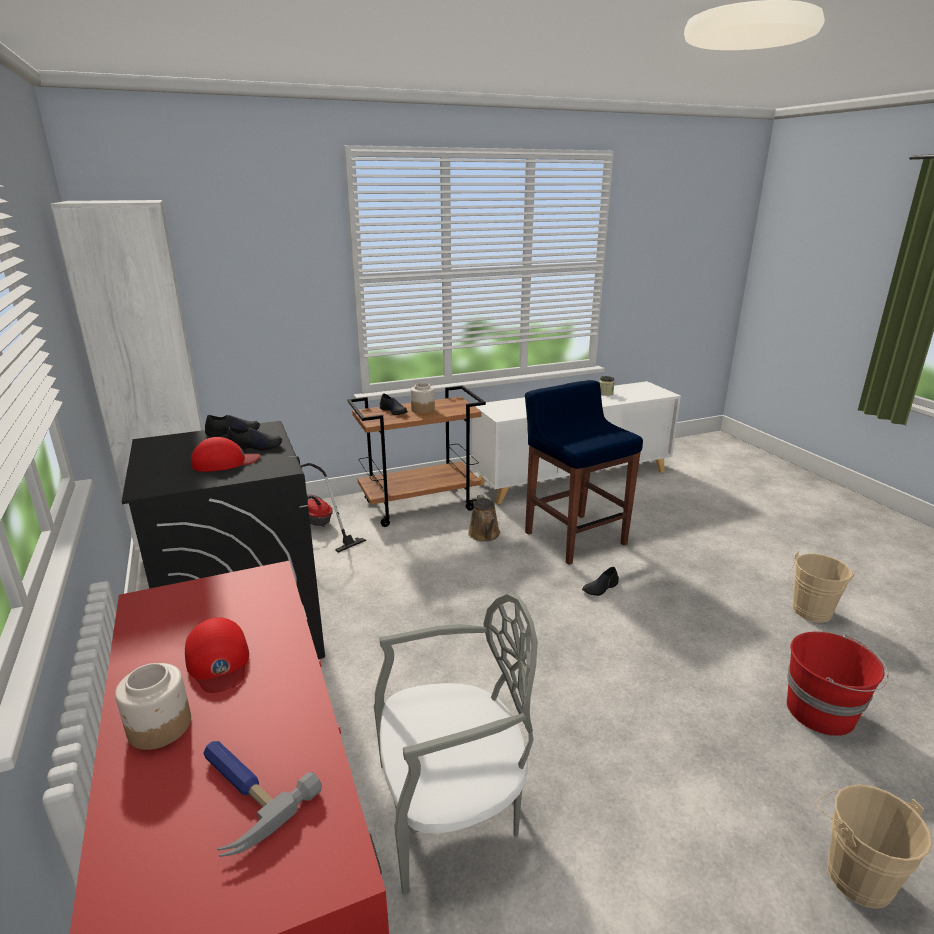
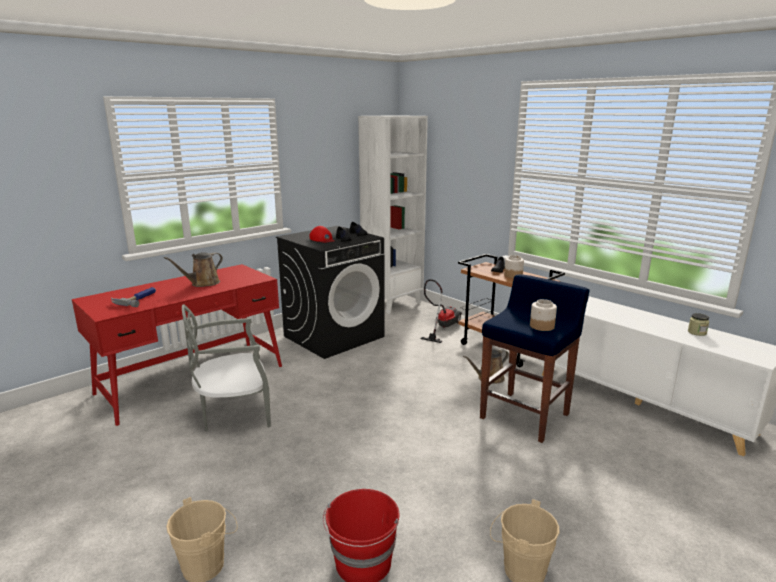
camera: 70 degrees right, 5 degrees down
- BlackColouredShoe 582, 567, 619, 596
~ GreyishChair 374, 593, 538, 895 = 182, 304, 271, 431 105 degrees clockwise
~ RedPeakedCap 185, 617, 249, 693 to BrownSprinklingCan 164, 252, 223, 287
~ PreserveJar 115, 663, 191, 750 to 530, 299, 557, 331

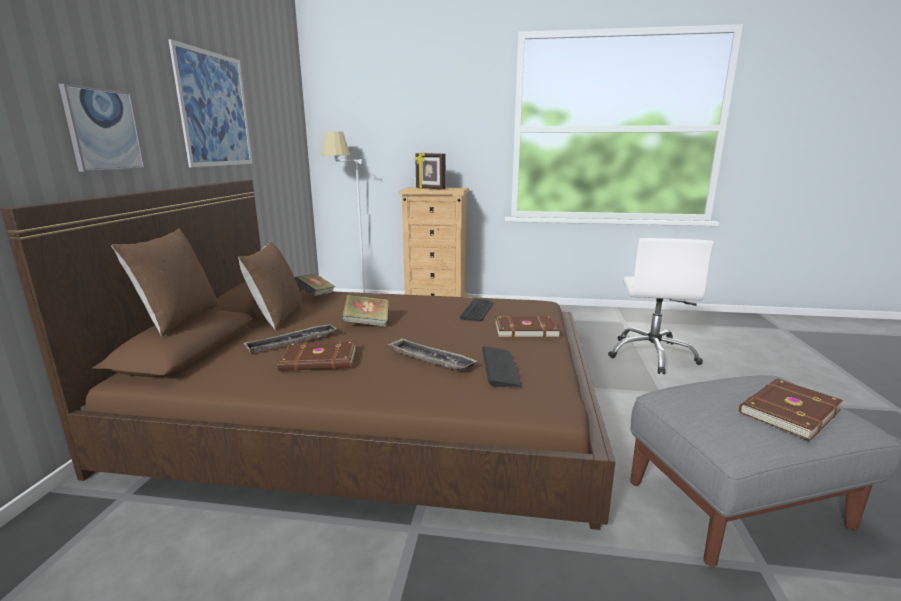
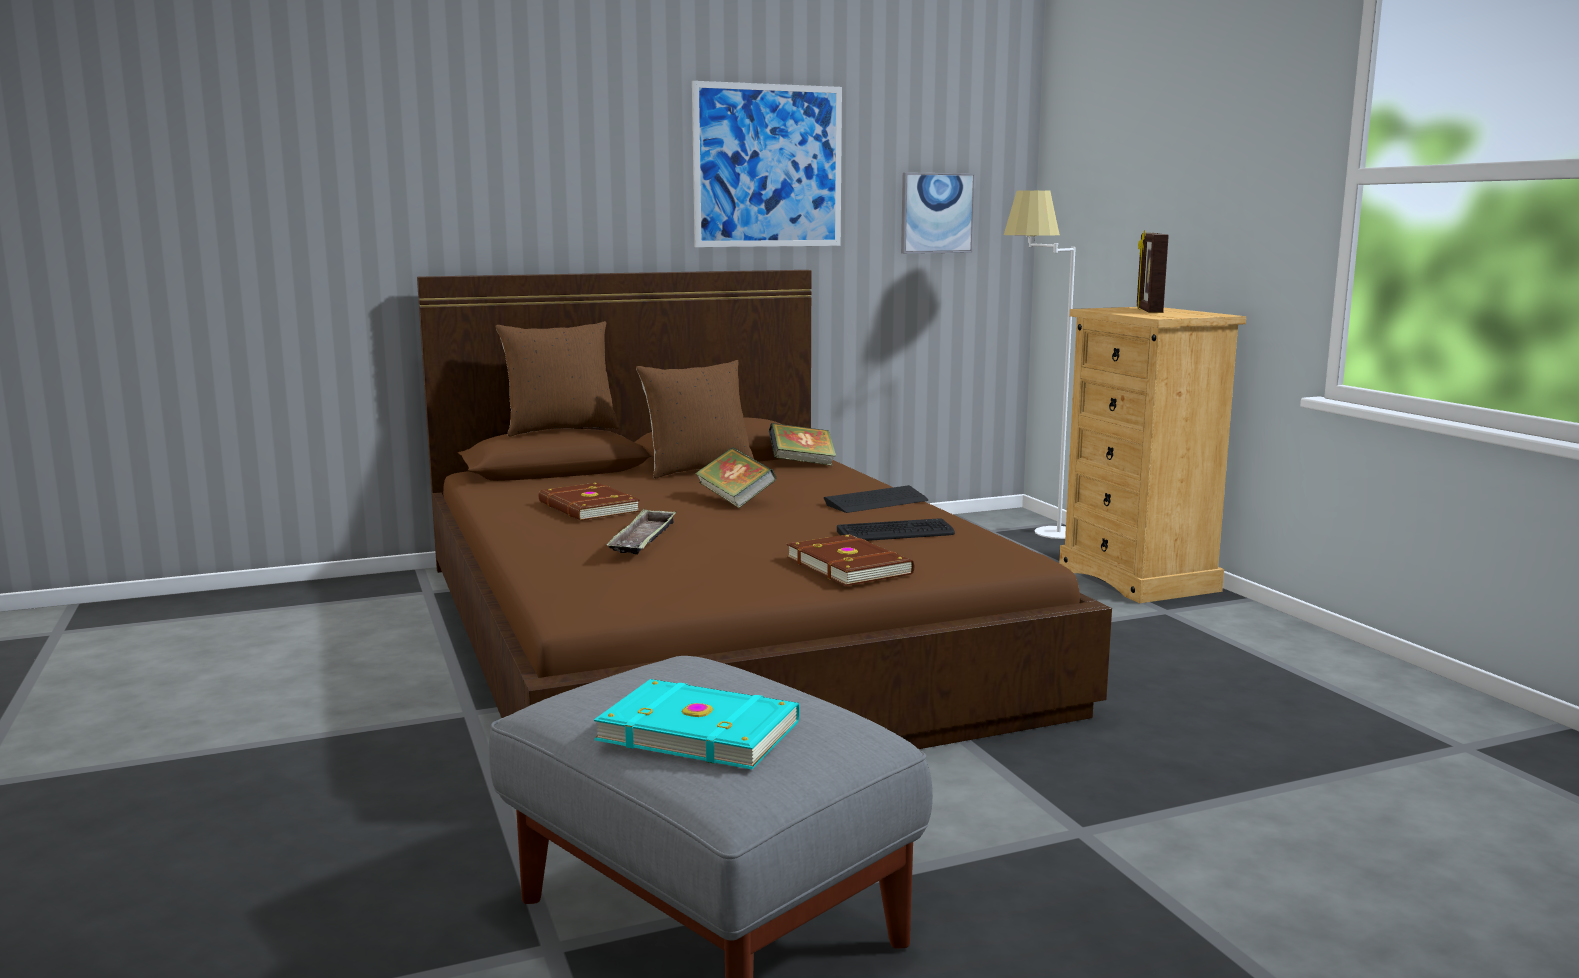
camera: 60 degrees right, 5 degrees down
~ WallPicture 59, 84, 144, 172 to 901, 172, 975, 254
- WhiteOfficeChair 608, 238, 714, 374
- CarryingTray 243, 324, 337, 354
~ PcKeyboard 482, 346, 522, 387 to 824, 485, 928, 513
~ BrownBoundBook 739, 379, 843, 441 to BlueGreenBoundBook 594, 679, 800, 769

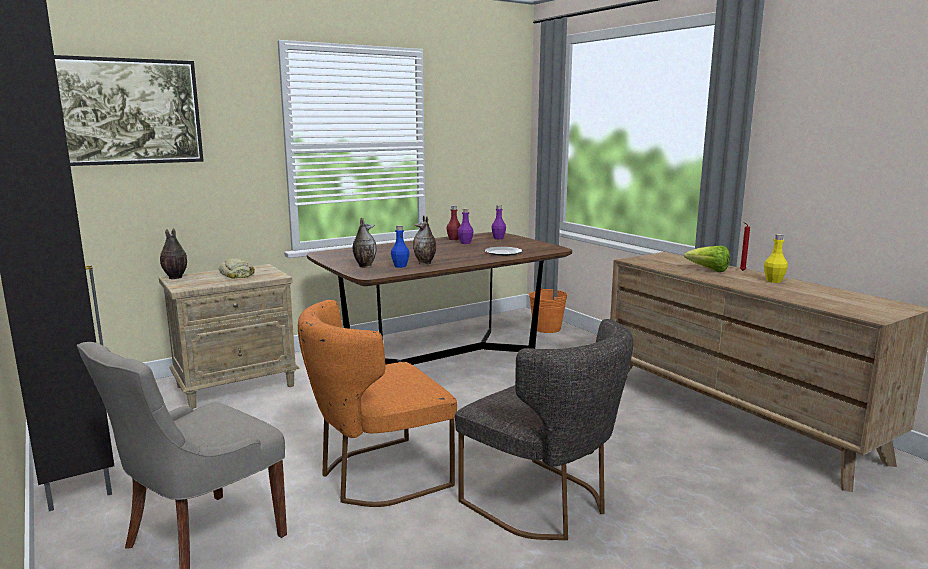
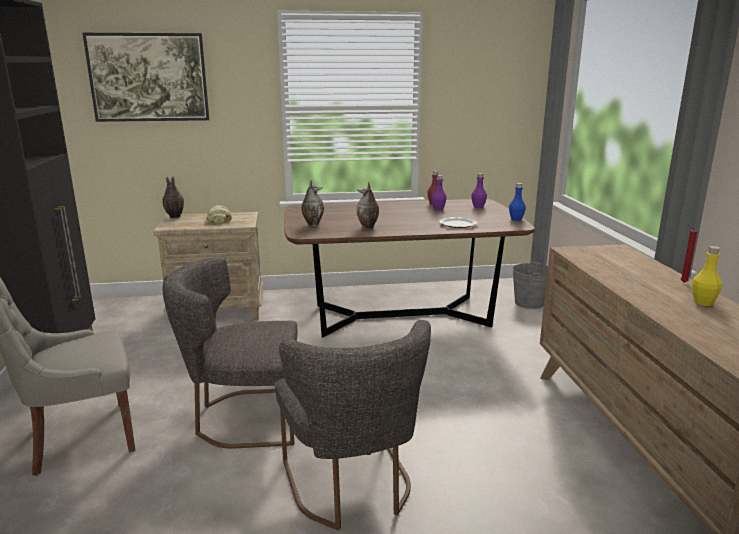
camera: 25 degrees right, 5 degrees up
~ BluishBottle 391, 225, 409, 268 to 509, 183, 526, 221
- HeadOfLettuce 684, 246, 730, 272
~ OrangeyPail 529, 288, 567, 333 to GreyishPail 512, 261, 548, 309
~ OrangeyChair 298, 300, 457, 507 to GreyishChair 162, 257, 297, 449

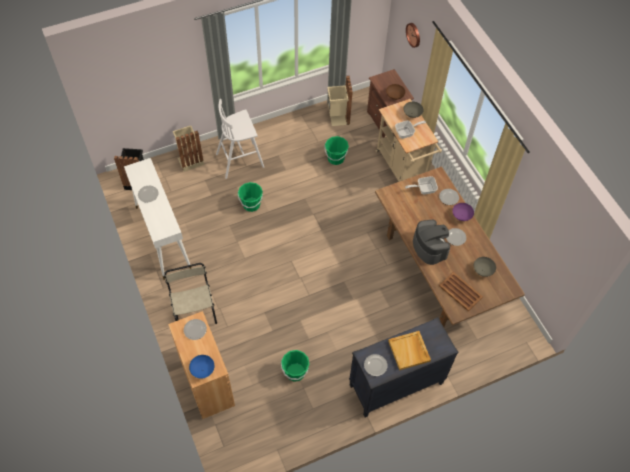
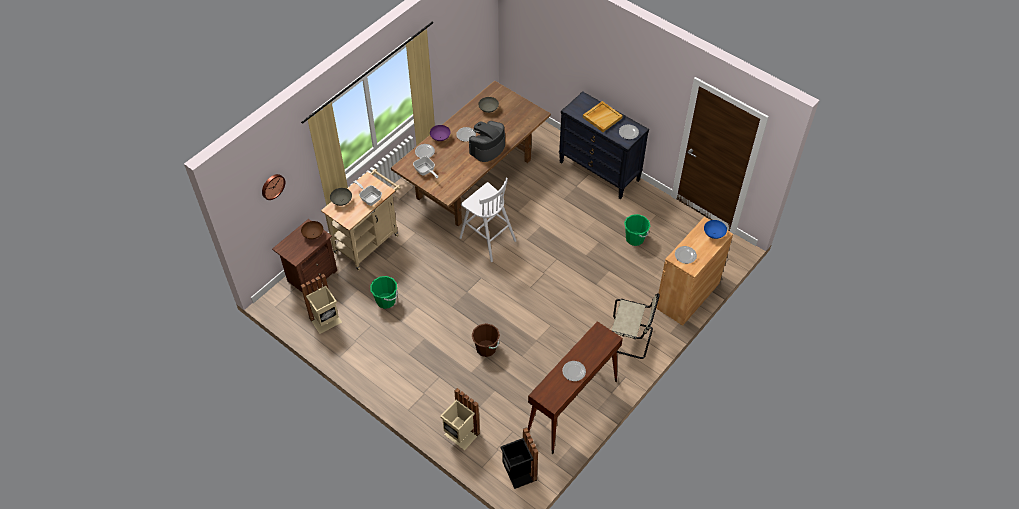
camera: 115 degrees left, 5 degrees down
~ WhiteStool 216, 99, 264, 179 to 460, 178, 516, 262
~ WhiteConsoleTable 124, 158, 191, 280 to BrownConsoleTable 527, 321, 623, 454
~ GreenishPail 238, 182, 263, 212 to BrownPail 472, 323, 500, 357
~ BeigeChair 164, 263, 217, 324 = 611, 293, 660, 359 120 degrees counterclockwise
- BrownCarryingTray 439, 272, 483, 311

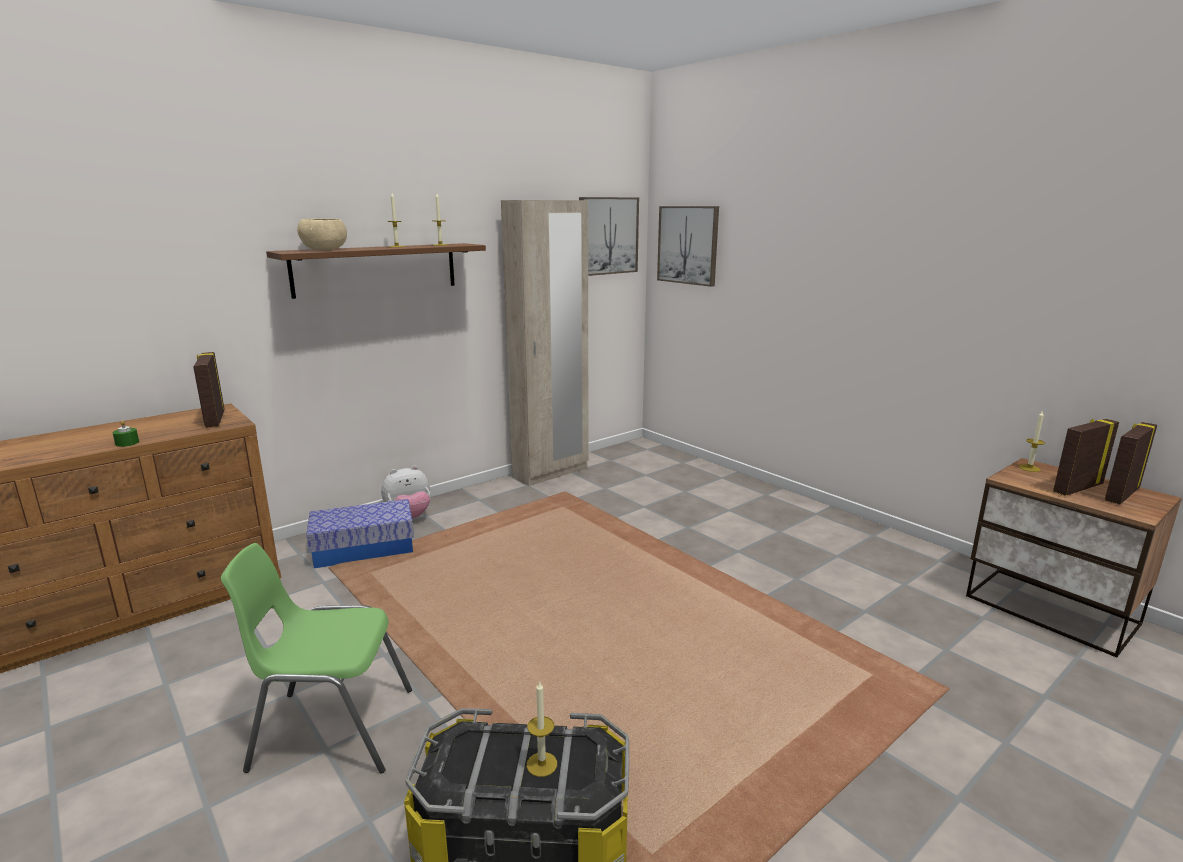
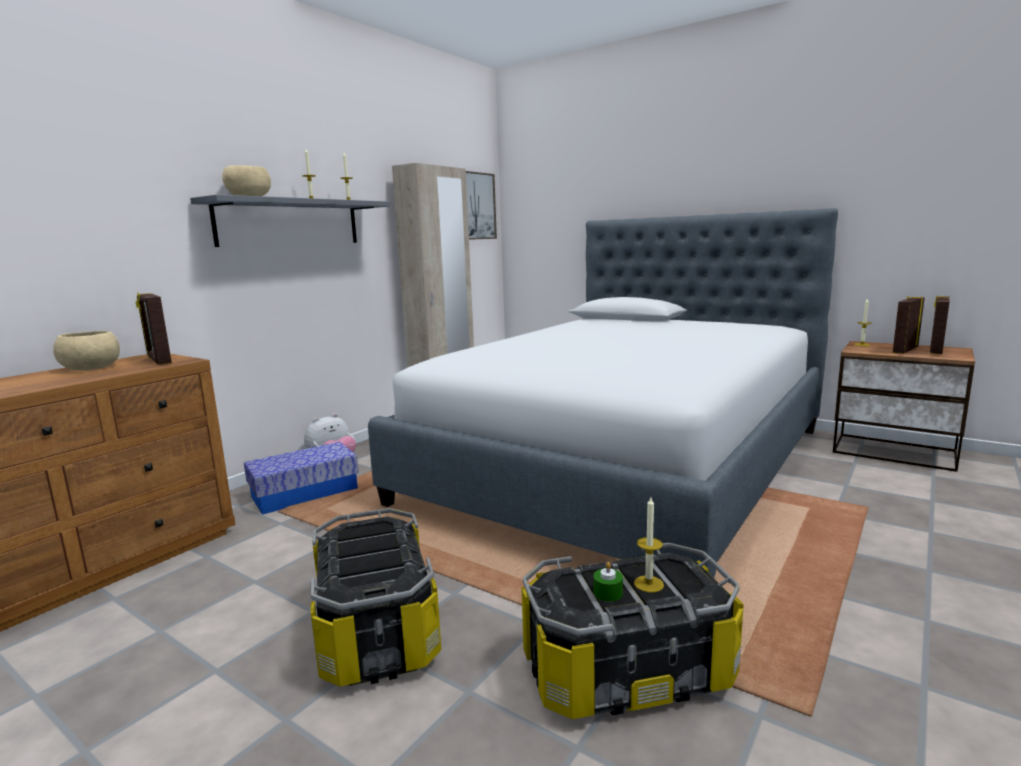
camera: 15 degrees left, 5 degrees down
- WallPicture 657, 206, 719, 287
~ BrownShelf 266, 243, 486, 299 to GreyishShelf 190, 194, 390, 247
~ GreenishCandle 113, 420, 139, 447 to 594, 562, 623, 602
~ GreenishChair 221, 543, 412, 774 to StorageBin 311, 508, 441, 687
+ Bed 368, 208, 838, 578
+ BeigeServingBowl 53, 331, 120, 370

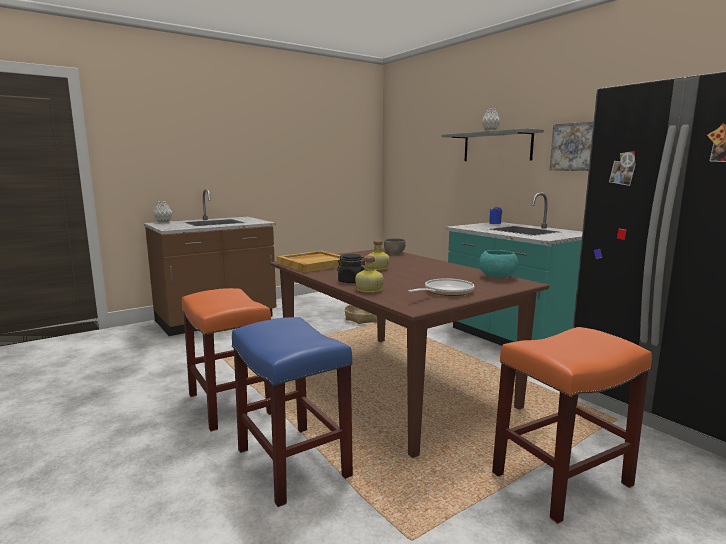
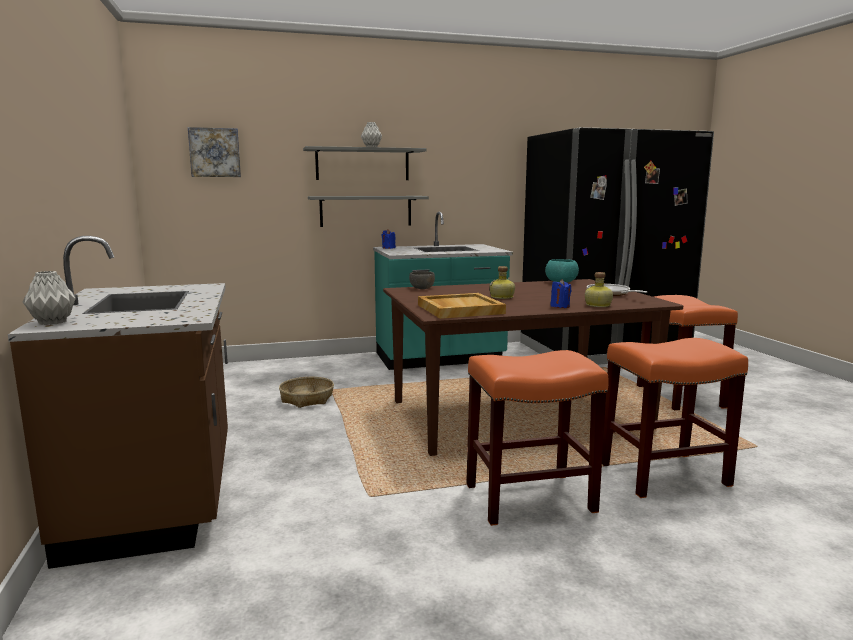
camera: 70 degrees left, 0 degrees up
~ WallPicture 550, 121, 594, 171 to 188, 127, 241, 177
~ BlackColouredPreserveJar 337, 254, 365, 283 to BluishCandle 551, 279, 572, 308
~ BluishStool 232, 317, 353, 507 to OrangeyStool 602, 338, 748, 498
+ GreyishShelf 308, 196, 429, 227

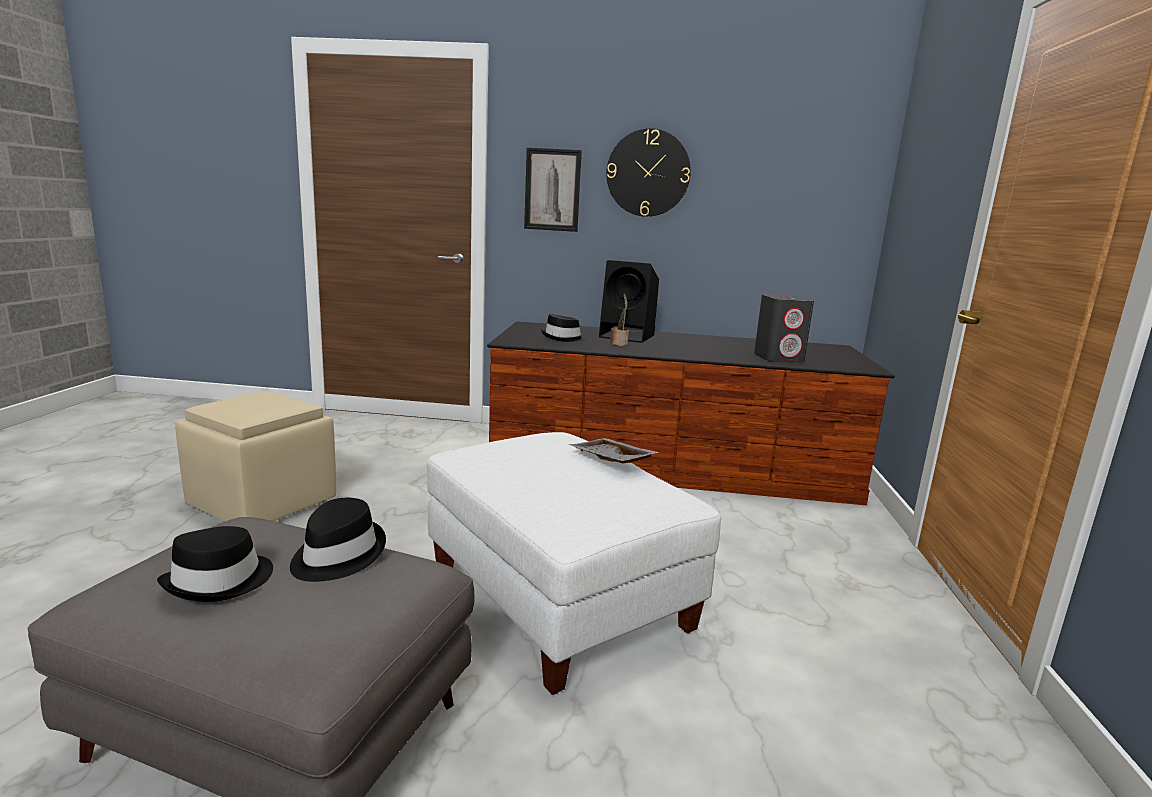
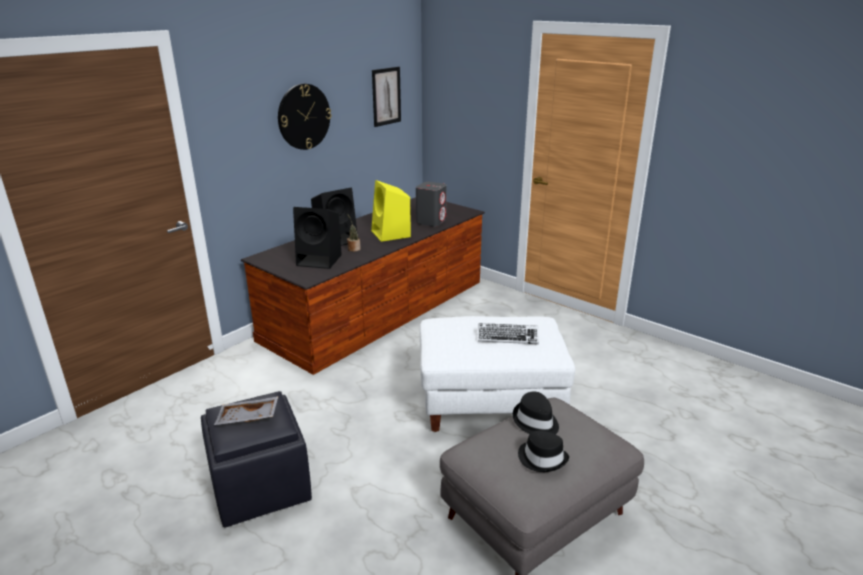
camera: 55 degrees left, 10 degrees up
~ WallPicture 524, 148, 582, 232 to 372, 67, 401, 127
~ BlackColouredClothingHat 541, 314, 587, 342 to BlackColouredAudioSpeaker 293, 207, 342, 269
~ BeigePouffe 175, 391, 336, 522 to BlackColouredPouffe 201, 391, 312, 528
~ GreyishCarryingTray 568, 438, 660, 463 to 214, 396, 279, 425
+ YellowColouredAudioSpeaker 371, 180, 411, 242
+ PcKeyboard 478, 323, 539, 344

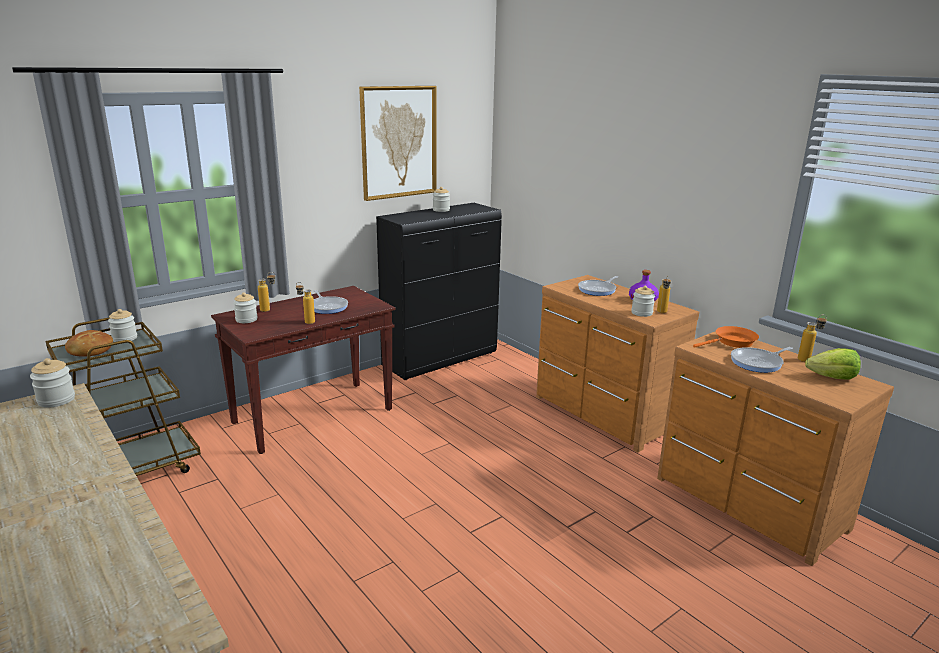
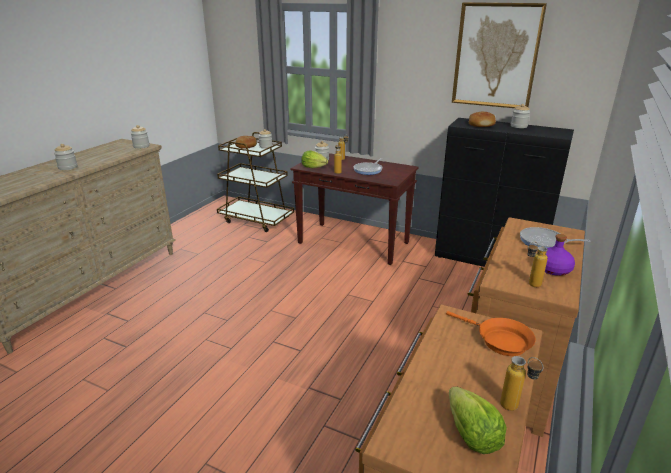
camera: 65 degrees right, 5 degrees up
~ PreserveJar 631, 286, 655, 317 to 54, 144, 78, 170
- Skillet 731, 347, 793, 373
+ BakedBread 469, 111, 496, 127
+ HeadOfLettuce 301, 151, 328, 168

